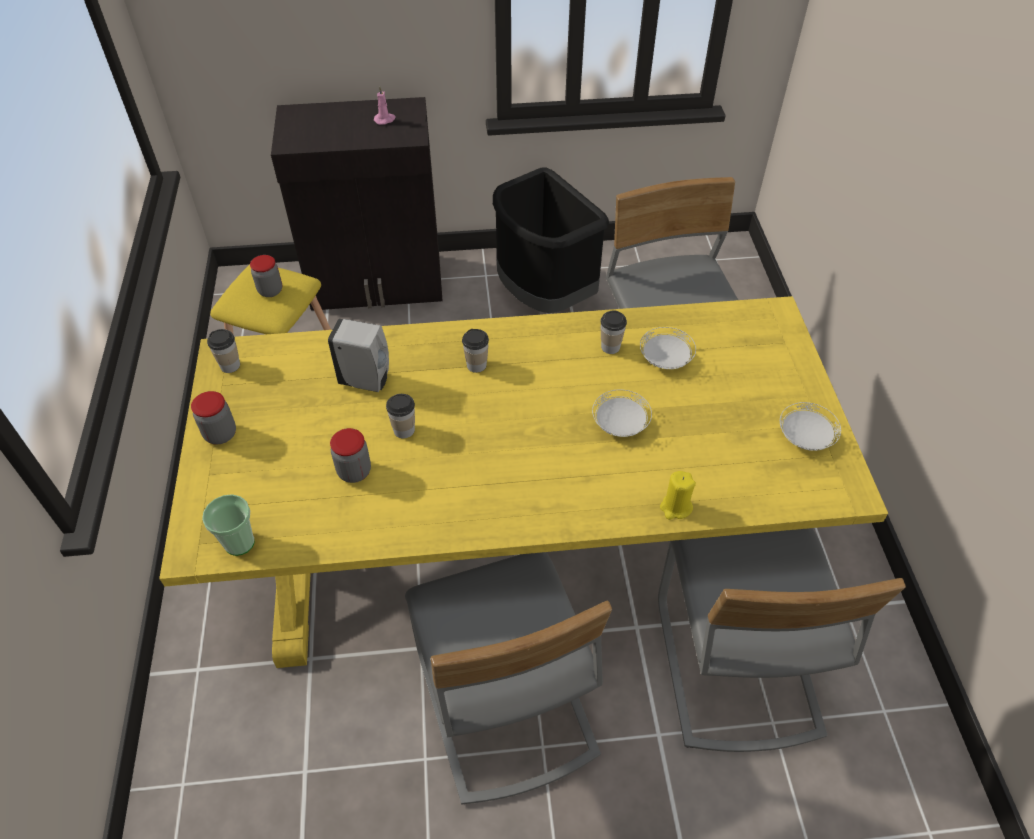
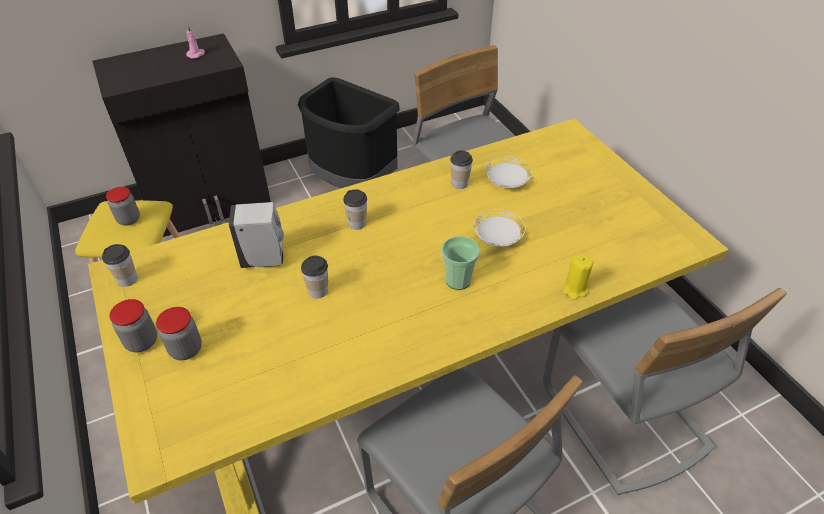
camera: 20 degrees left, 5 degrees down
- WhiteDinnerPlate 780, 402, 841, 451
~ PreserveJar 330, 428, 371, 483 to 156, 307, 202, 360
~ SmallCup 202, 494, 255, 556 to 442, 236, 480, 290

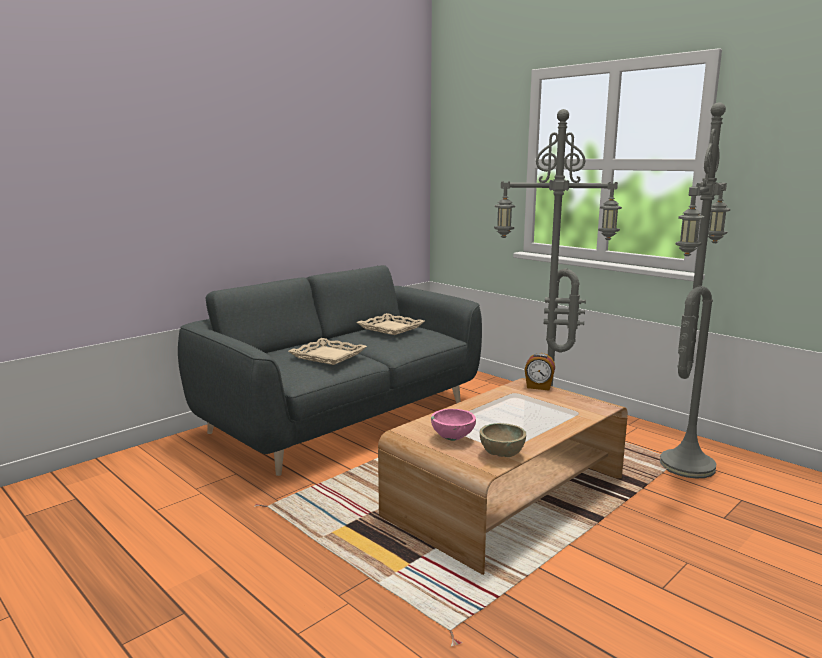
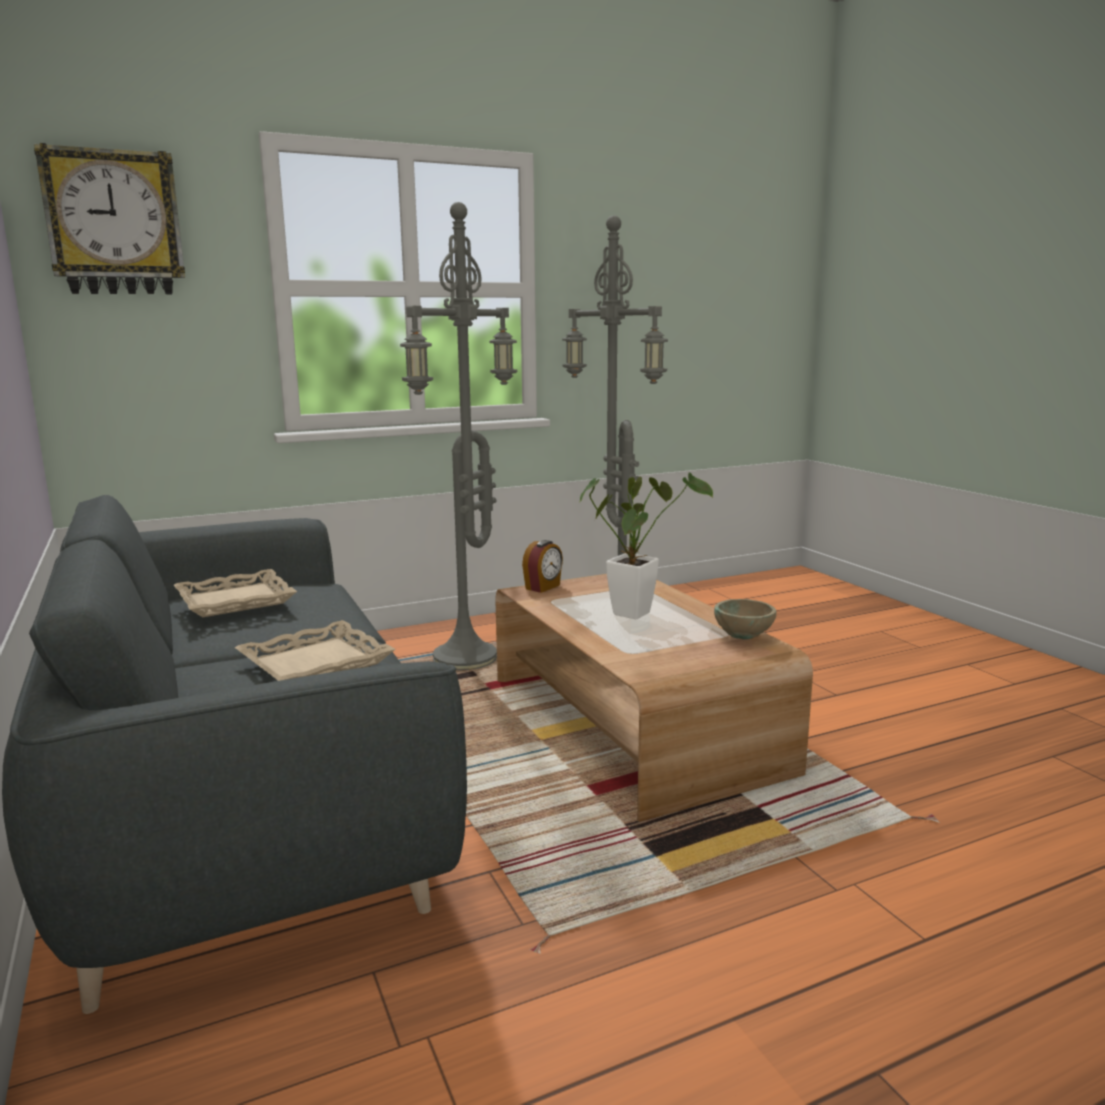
camera: 70 degrees left, 0 degrees up
- PinkServingBowl 431, 409, 476, 441
+ ClockOnTheWall 34, 143, 185, 294
+ Houseplant 579, 472, 713, 619

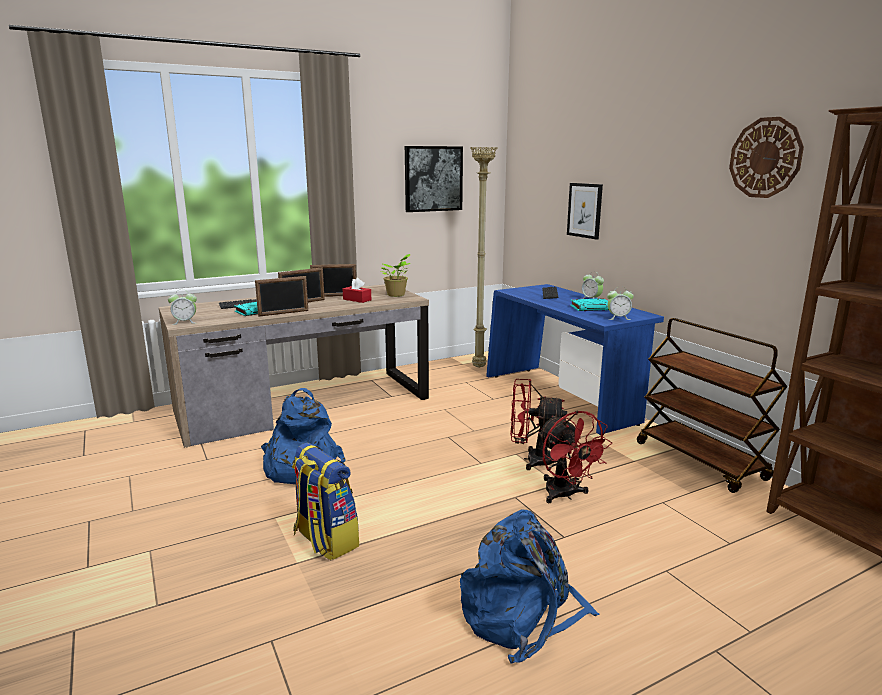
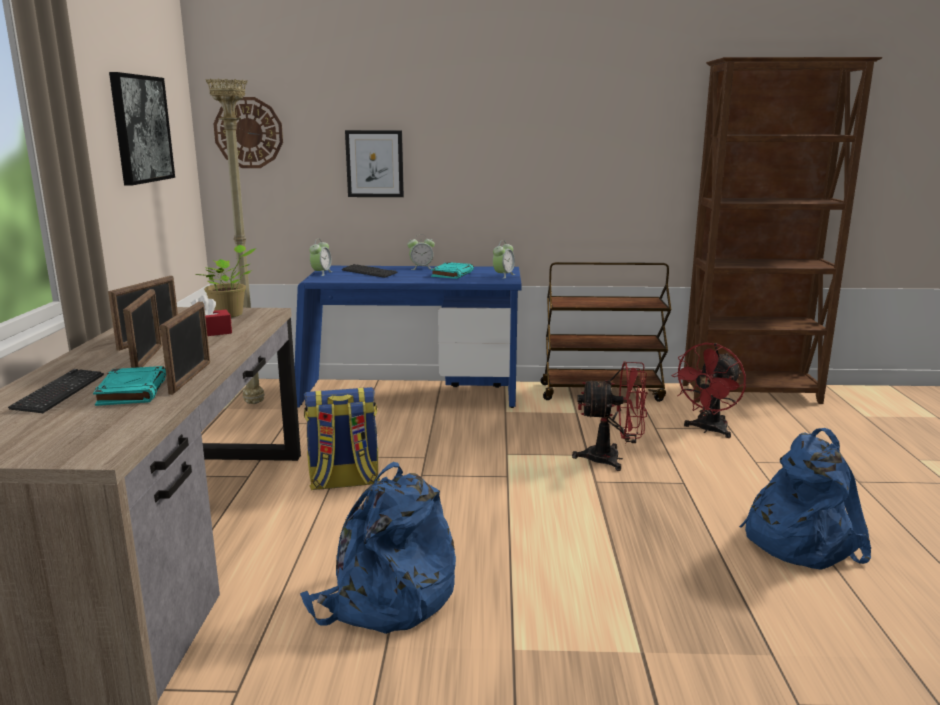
camera: 60 degrees left, 0 degrees up
~ ClockOnTheWall 729, 117, 804, 198 to 213, 97, 283, 168
~ BedsideClock 168, 293, 197, 325 to 309, 239, 333, 276
~ RedFan 510, 379, 567, 470 to 672, 343, 746, 438
~ Backpack 292, 443, 359, 560 to 304, 387, 380, 490

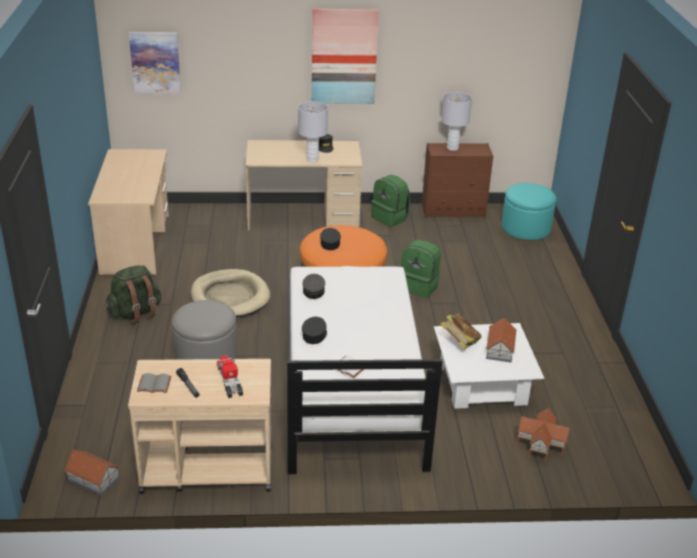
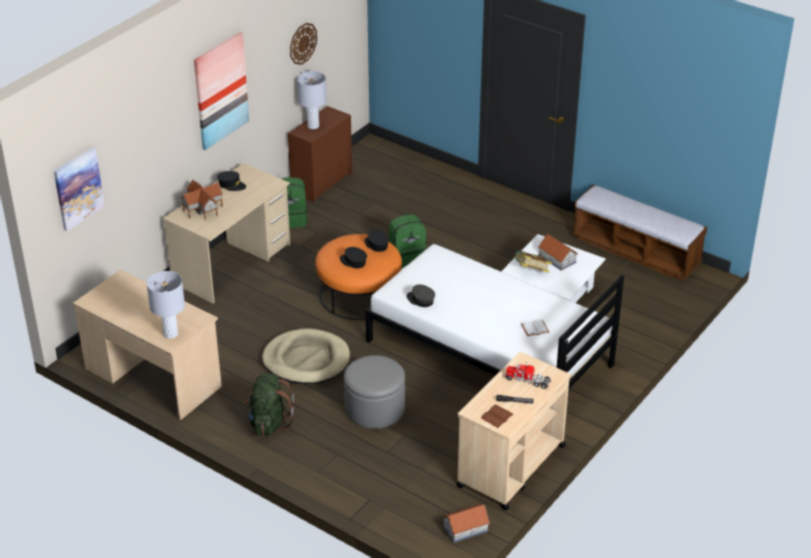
camera: 50 degrees left, 5 degrees up
~ GreyishTableLamp 298, 101, 328, 163 to 146, 271, 185, 339
- BlueGreenPouffe 502, 183, 556, 240
~ BlackColouredPeakedCap 302, 317, 327, 344 to 364, 230, 389, 252
~ GreyishBoundBook 137, 373, 171, 393 to BrownBoundBook 481, 405, 514, 428
~ MiniatureHouse 517, 408, 570, 462 to 181, 180, 223, 220
+ ClockOnTheWall 290, 23, 317, 65
+ Bench 572, 185, 707, 280

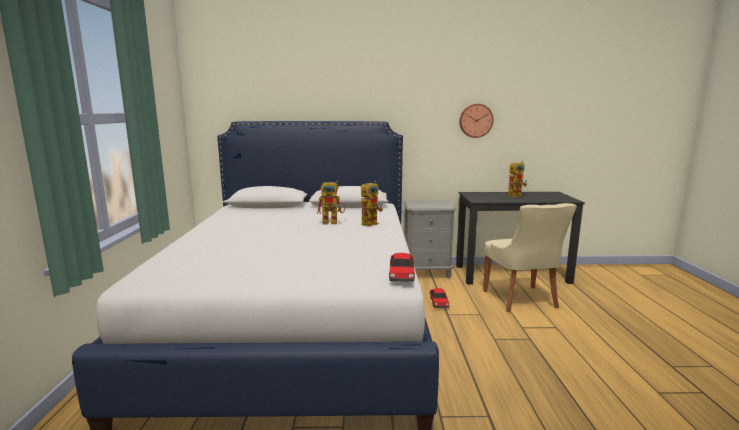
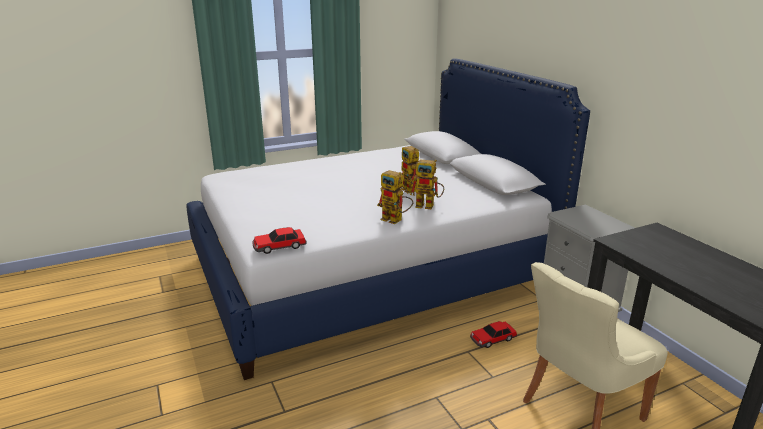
camera: 65 degrees right, 10 degrees up
- ClockOnTheWall 459, 104, 494, 138
~ ModelRobot 508, 161, 527, 197 to 377, 170, 413, 224

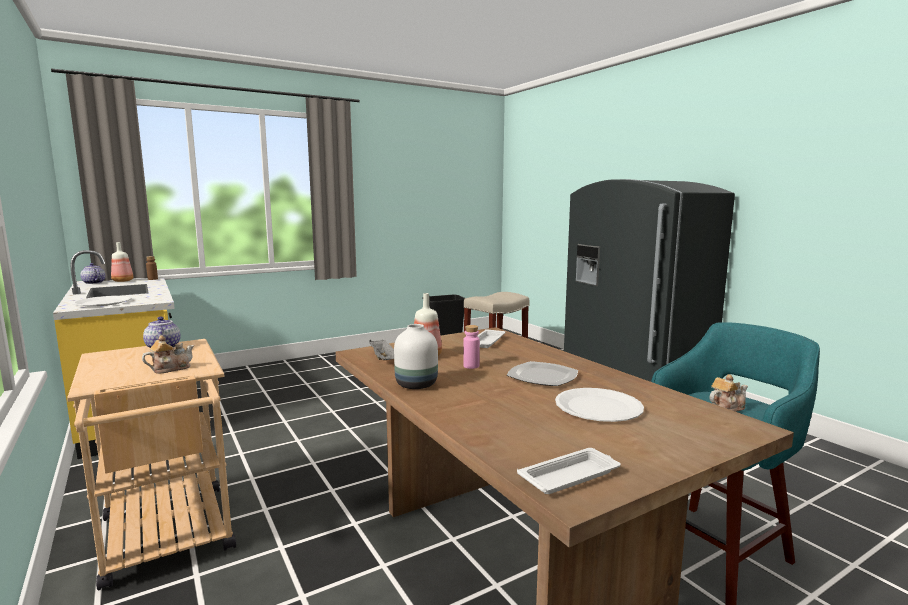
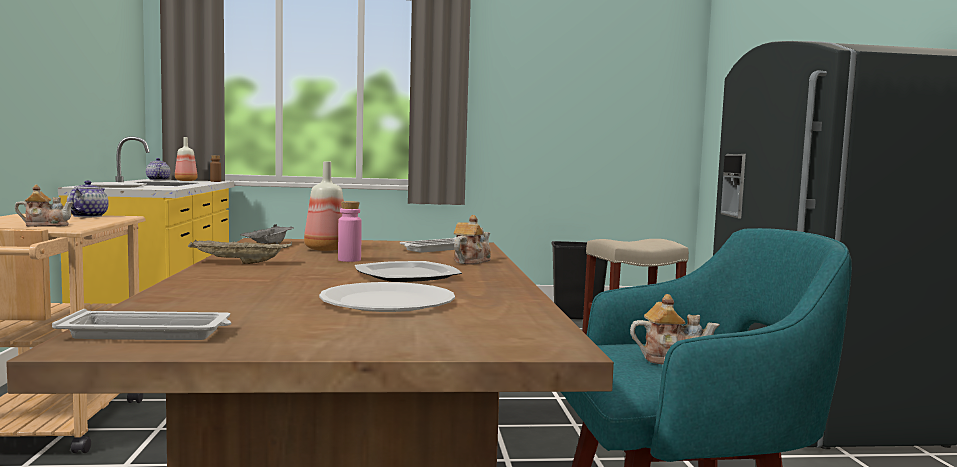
camera: 25 degrees right, 5 degrees down
~ WhiteFlowerVase 394, 324, 438, 389 to BeigeCarryingTray 188, 239, 292, 264
+ TeaPot 454, 215, 491, 265

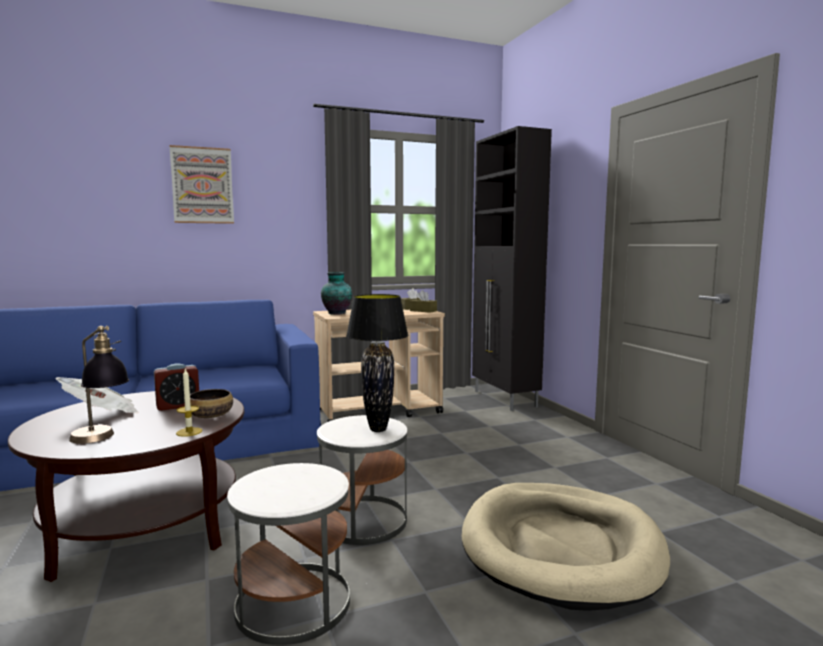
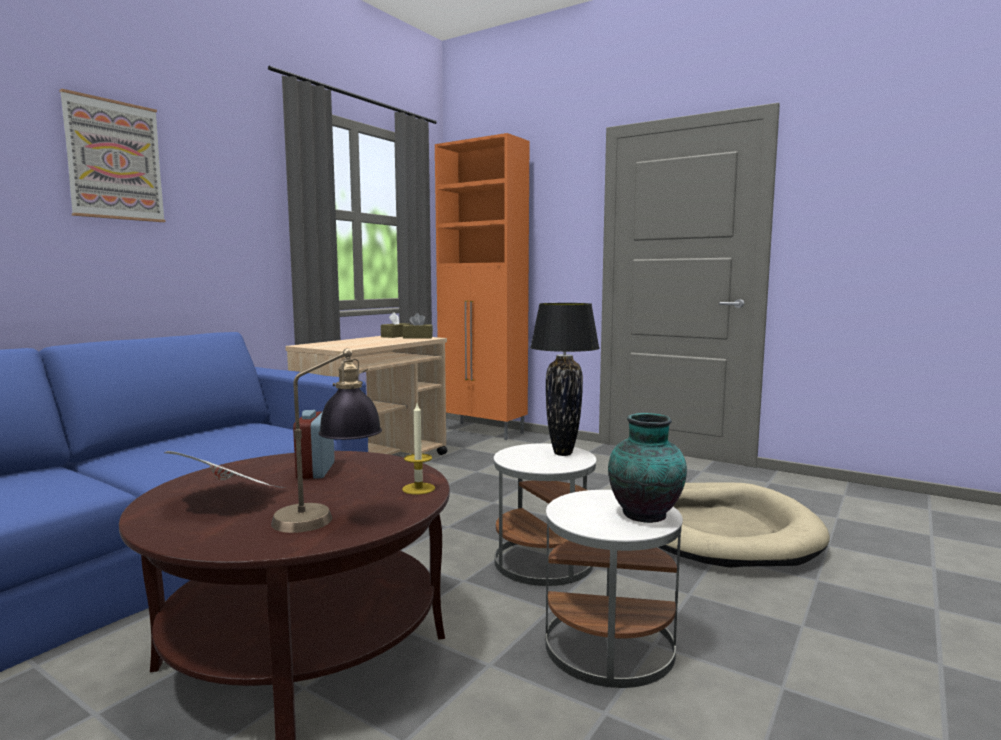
camera: 35 degrees left, 0 degrees up
~ BlackColouredCabinet 472, 126, 552, 411 to OrangeyCabinet 435, 133, 529, 440
~ FlowerVase 321, 272, 352, 314 to 608, 413, 687, 523
~ BedsideClock 154, 364, 199, 411 = 293, 410, 335, 479 150 degrees clockwise
- ServingBowl 190, 389, 233, 418

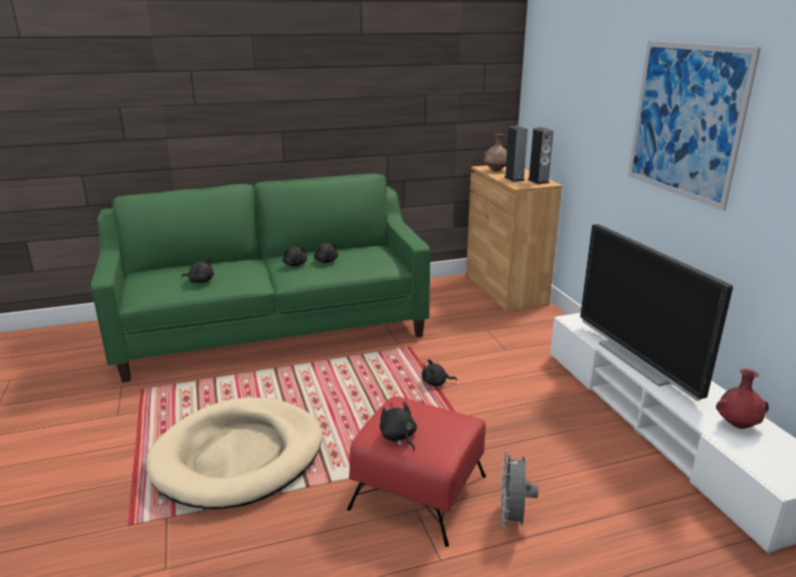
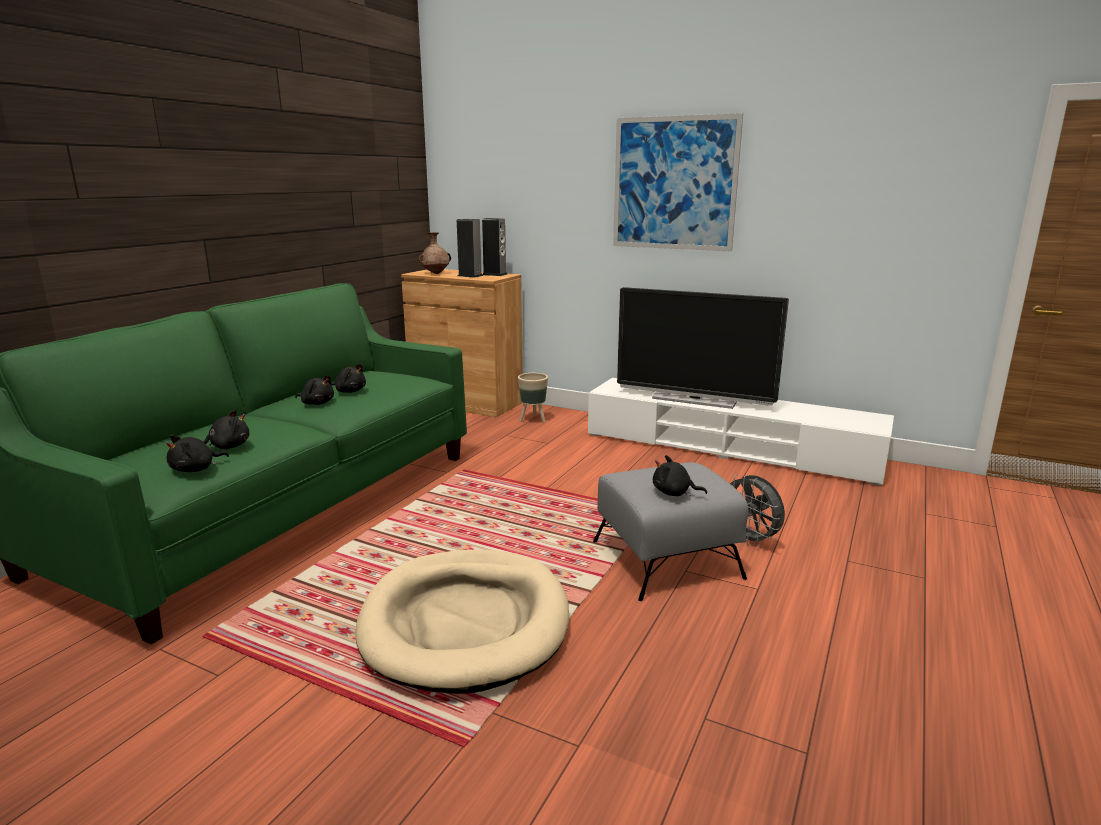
camera: 45 degrees left, 5 degrees down
~ BlackColouredPlushToy 422, 359, 457, 386 to 166, 435, 229, 472
- RedFlowerVase 716, 369, 769, 429
~ RedPouffe 347, 396, 486, 547 to GreyishPouffe 593, 462, 748, 601
+ BeigePlantPot 518, 373, 548, 423

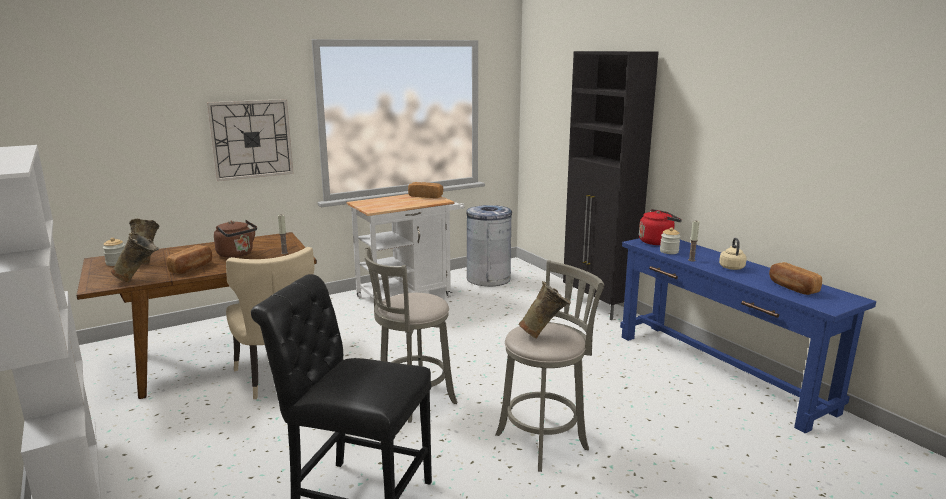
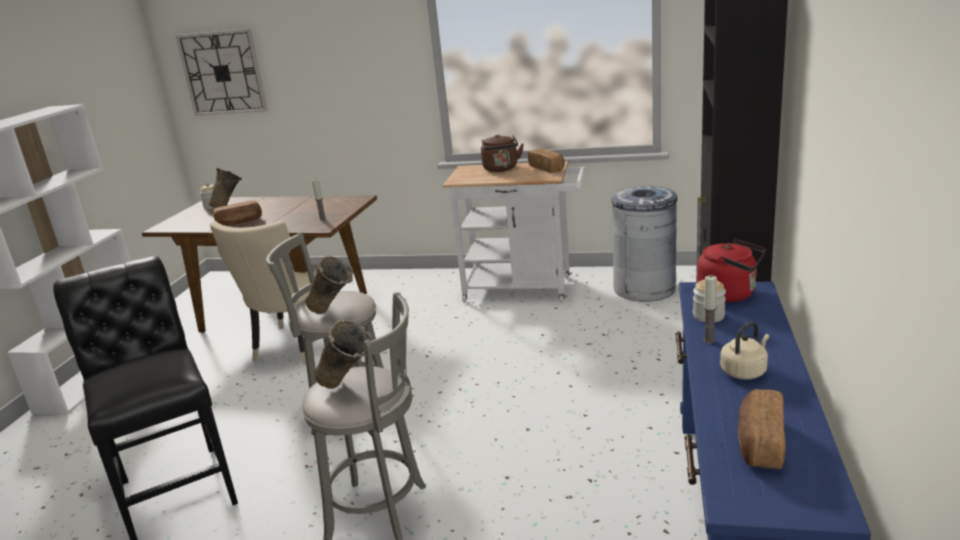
camera: 45 degrees right, 5 degrees up
~ ClockOnTheWall 207, 99, 294, 181 to 175, 28, 268, 116
~ BrownWaterKettle 214, 220, 257, 258 to 481, 134, 524, 172
~ BeigeFlowerVase 111, 232, 159, 282 to 305, 256, 354, 314

